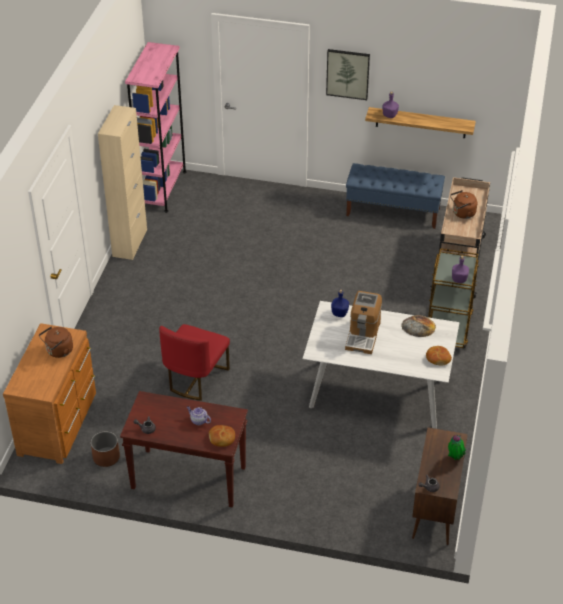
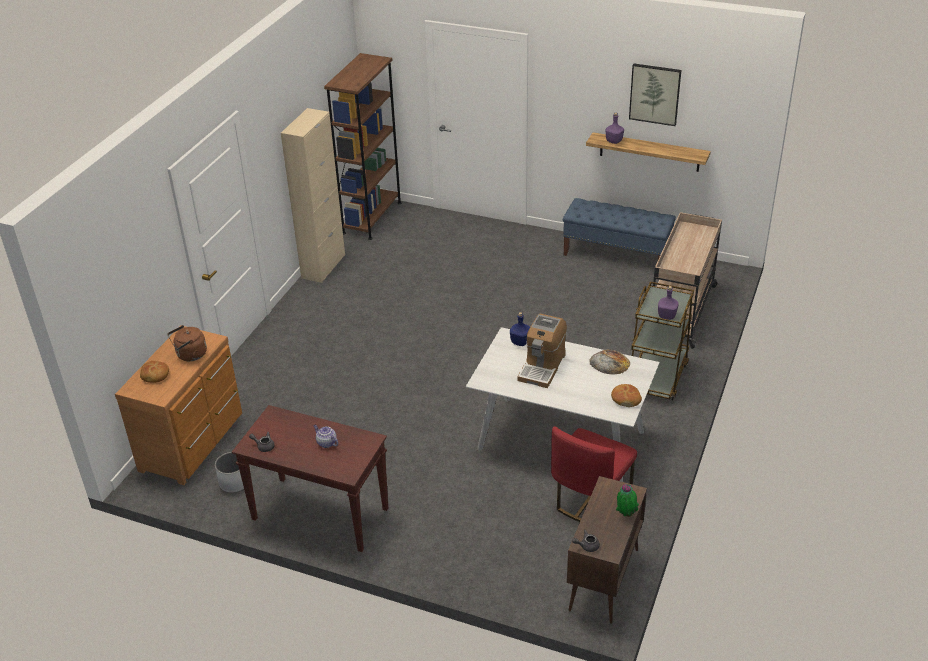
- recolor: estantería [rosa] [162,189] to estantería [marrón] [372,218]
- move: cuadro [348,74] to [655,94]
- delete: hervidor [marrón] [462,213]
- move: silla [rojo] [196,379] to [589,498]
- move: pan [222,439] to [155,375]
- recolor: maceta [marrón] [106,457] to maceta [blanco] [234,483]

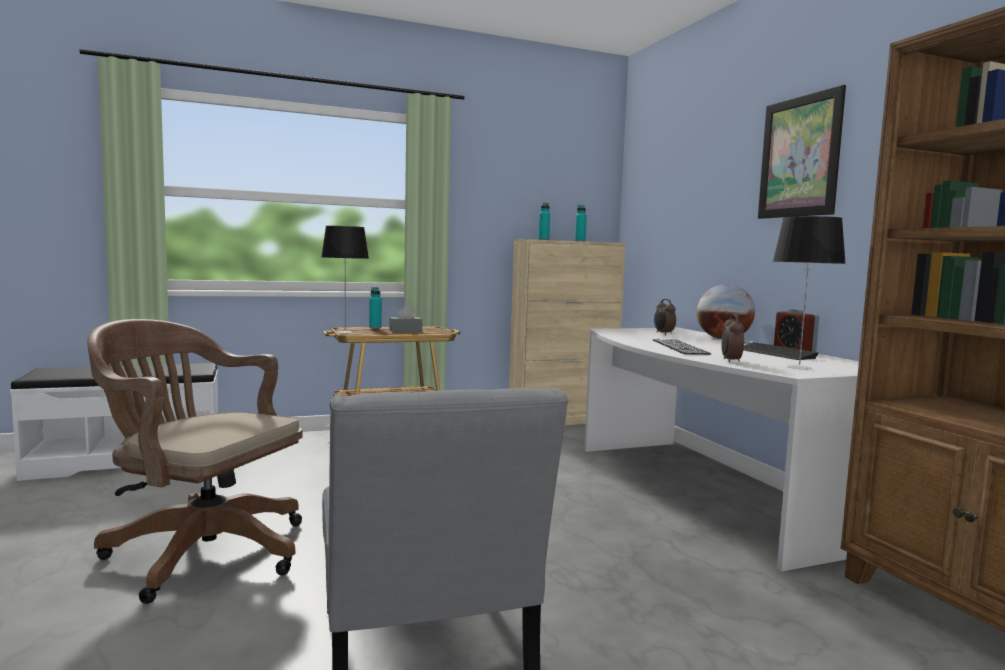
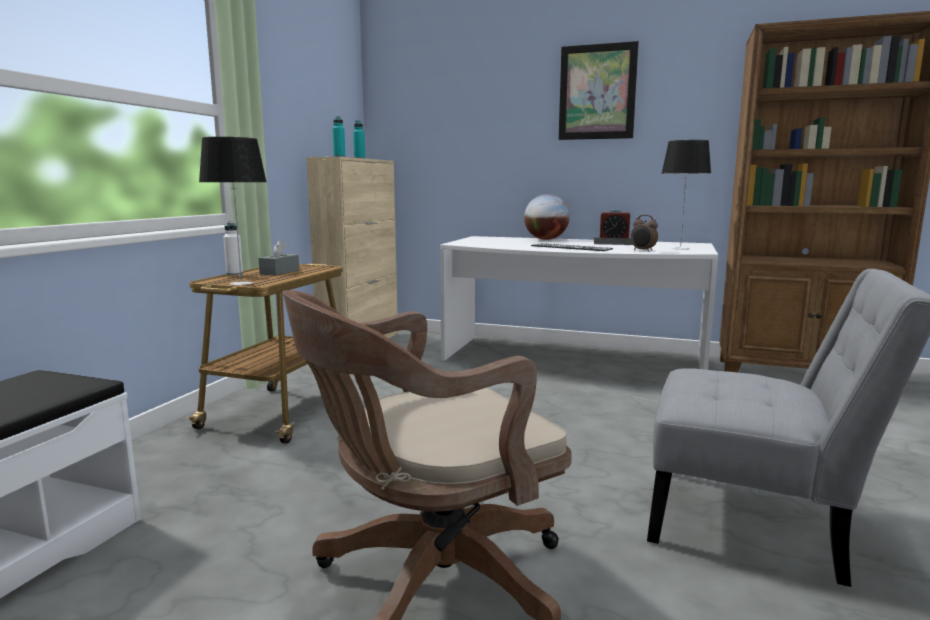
- recolor: botella [turquesa] [375,327] to botella [blanco] [234,274]
- delete: despertador [663,334]

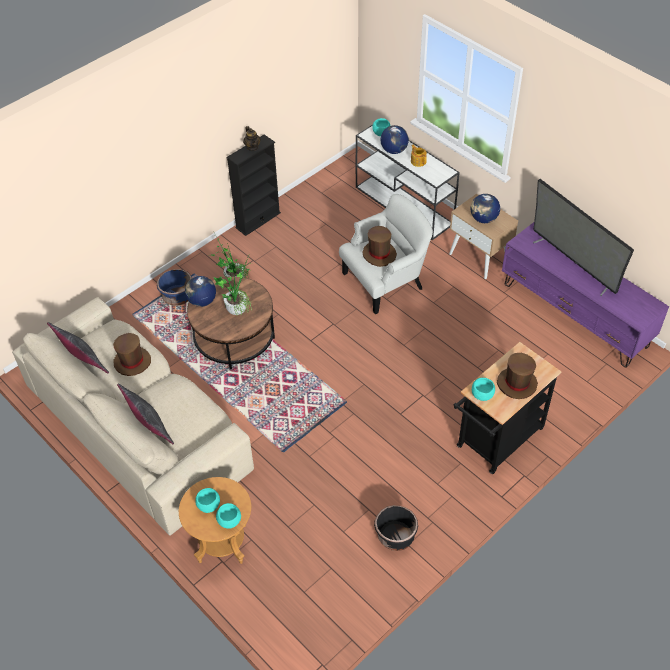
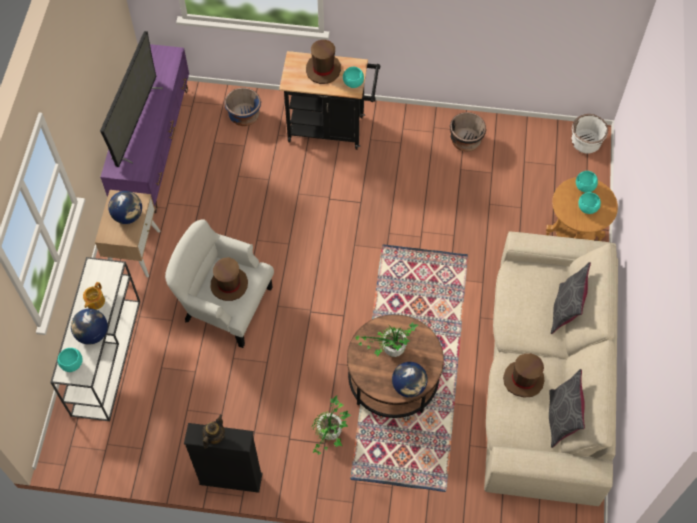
- move: maceta [azul] [177,297] to [244,116]
- insert: maceta [blanco] [585,142]

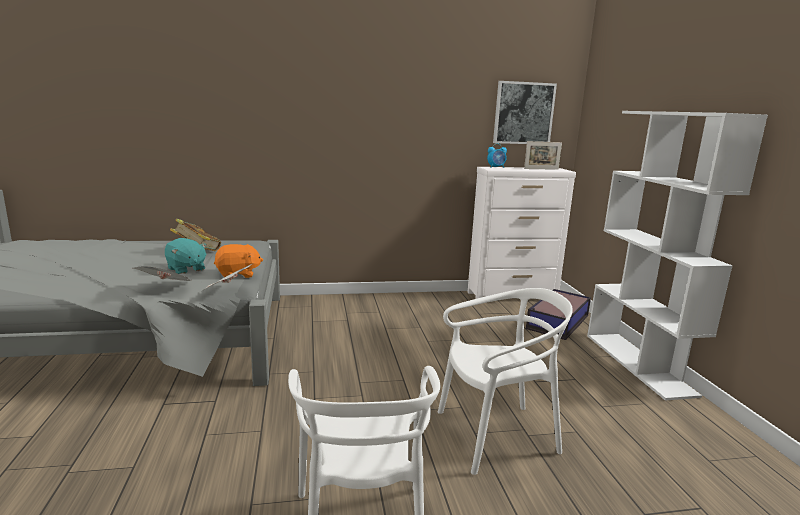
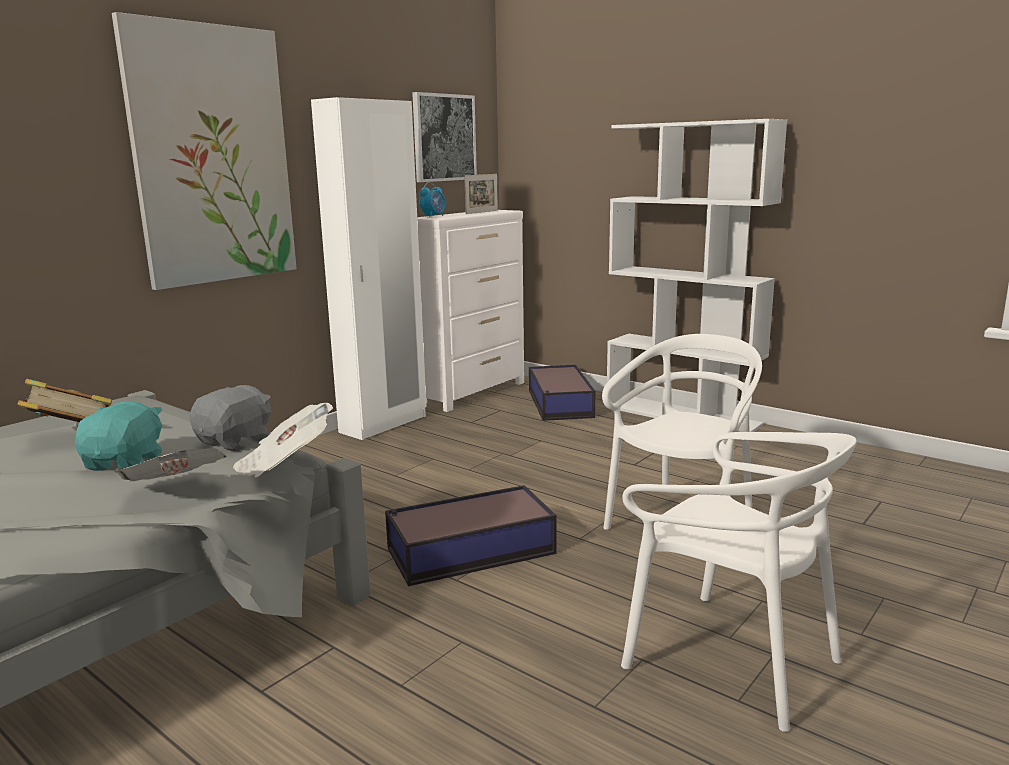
- rotate: peluche [turquesa] [186,269] = [126,462] 90 degrees counterclockwise
- recolor: peluche [naranja] [238,274] to peluche [gris] [236,442]
- insert: cuadro [212,156]
- insert: armario ropero [blanco] [384,424]
- insert: caja de almacenaje [468,551]

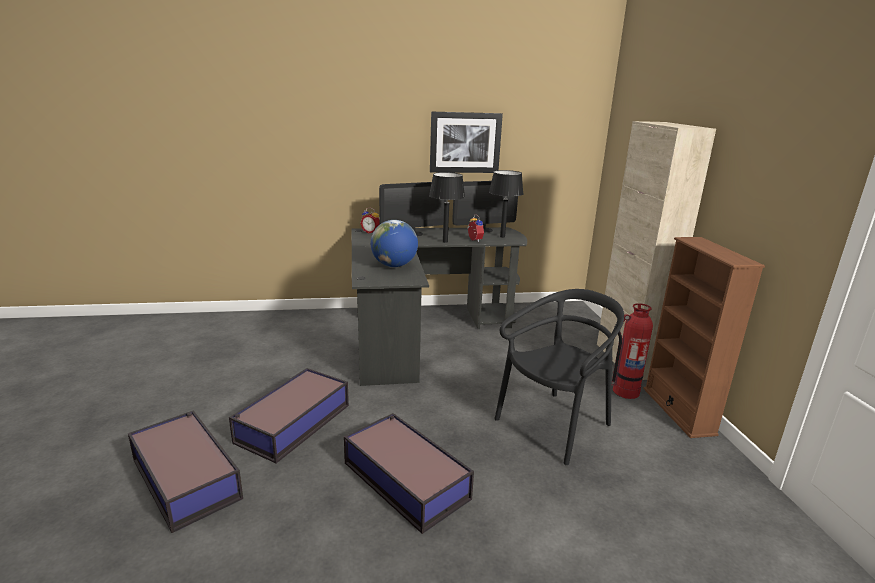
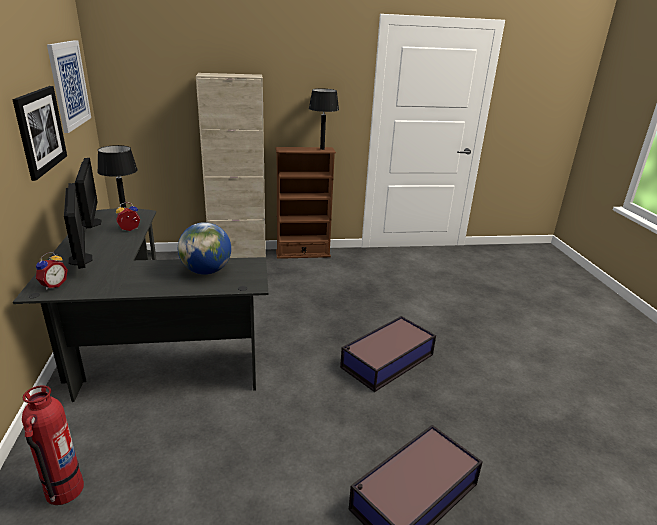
- move: lámpara de mesa [negro] [444,242] to [322,149]
- delete: silla [negro] [554,425]
- move: extintor [625,391] to [63,490]
- delete: caja de almacenaje [292,424]
- insert: cuadro [69,85]

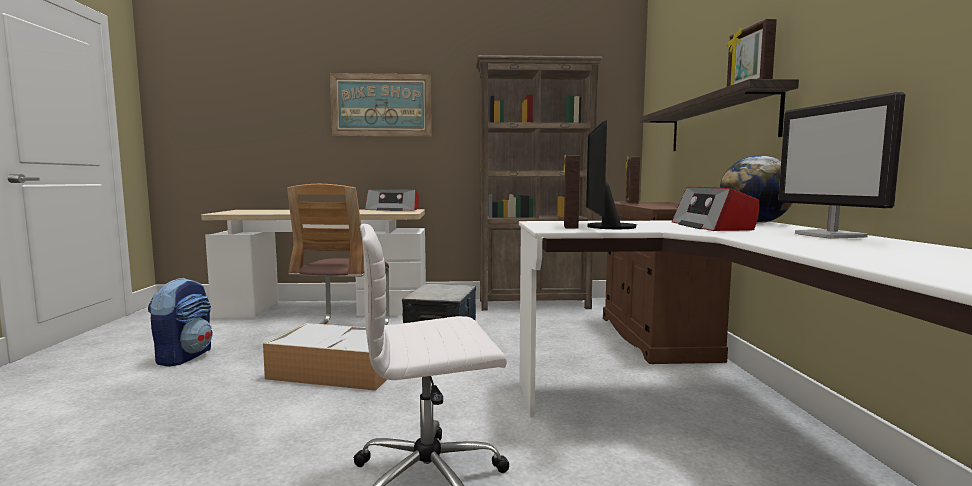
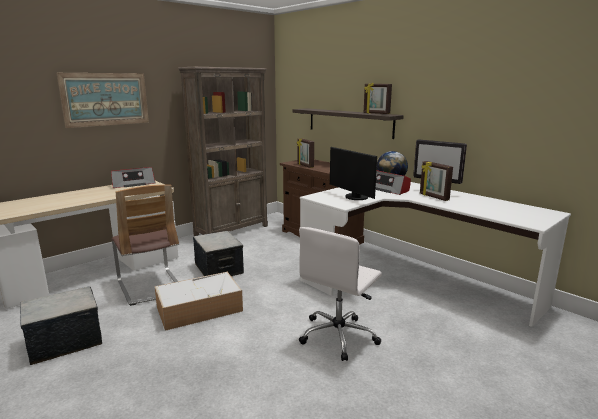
- move: portarretratos [570,226] to [433,197]
- replace: mochila [184,356] to caja de almacenaje [65,341]

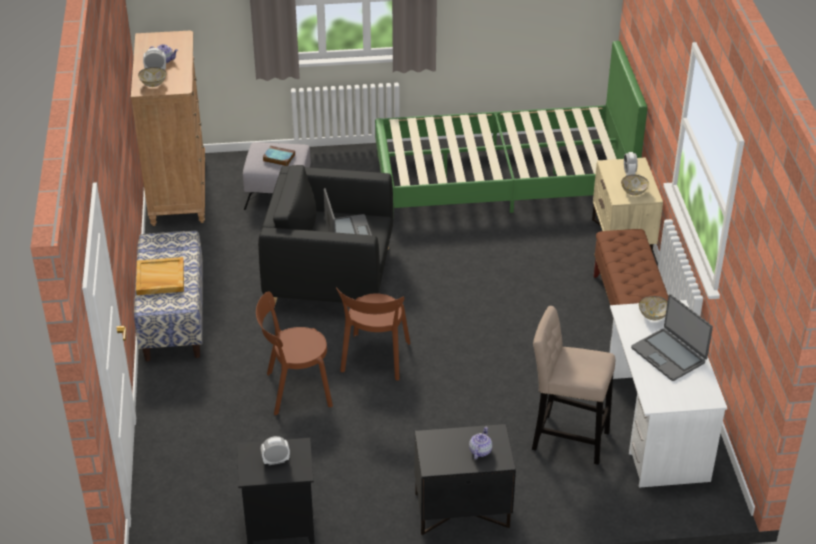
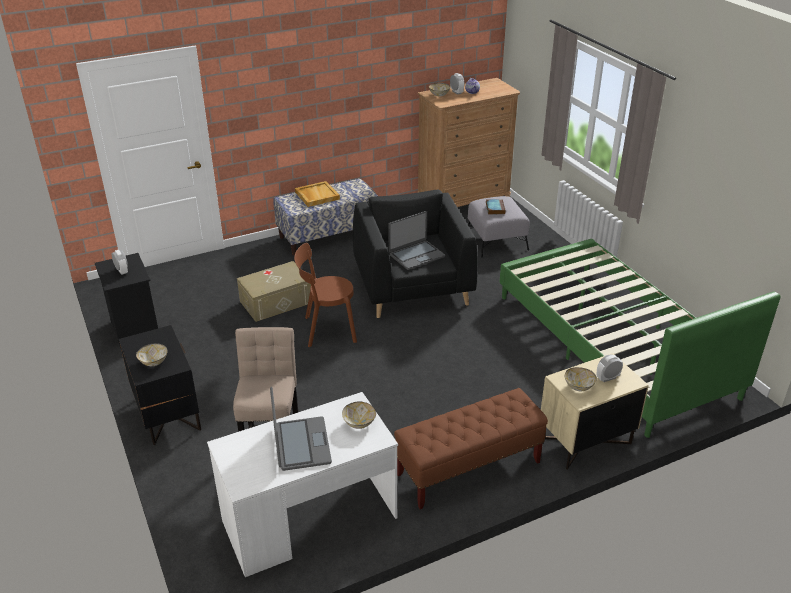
- replace: silla [marrón] [295,390] to caja de almacenaje [beis] [276,302]
- rotate: portátil [669,355] = [301,444] 135 degrees clockwise
- replace: tetera [480,451] to cuenco [153,362]

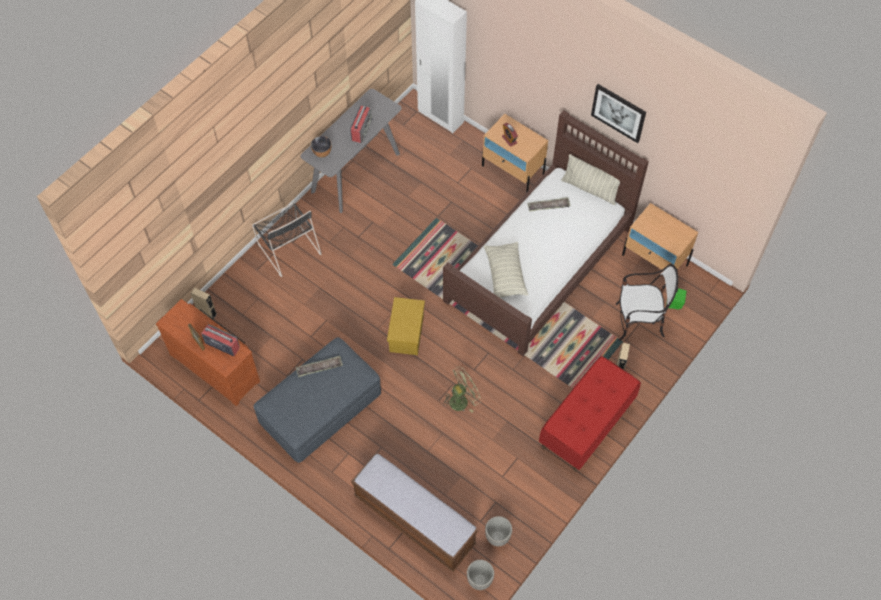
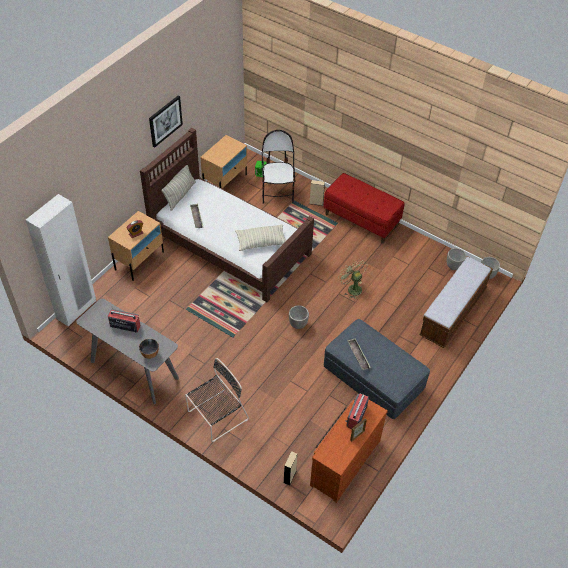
- replace: caja de almacenaje [amarillo] [406,333] to maceta [298,324]

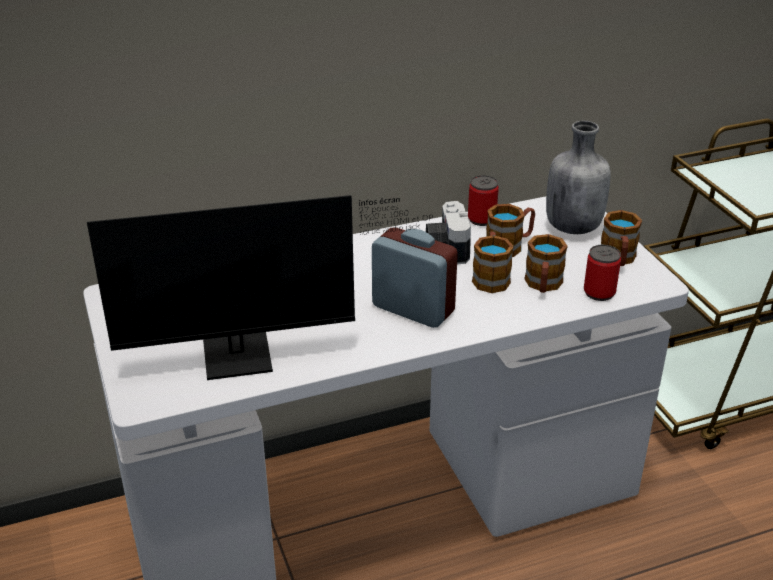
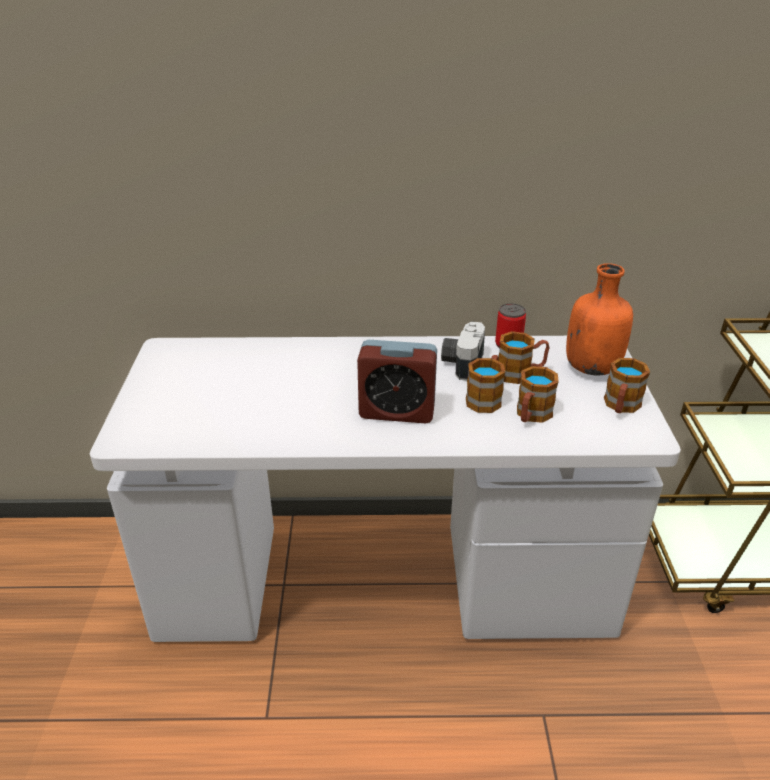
- recolor: botella [gris] [573,227] to botella [naranja] [592,367]
- delete: monitor [250,356]
- rotate: despertador [413,309] = [397,411] 135 degrees clockwise
- delete: lata [599,292]

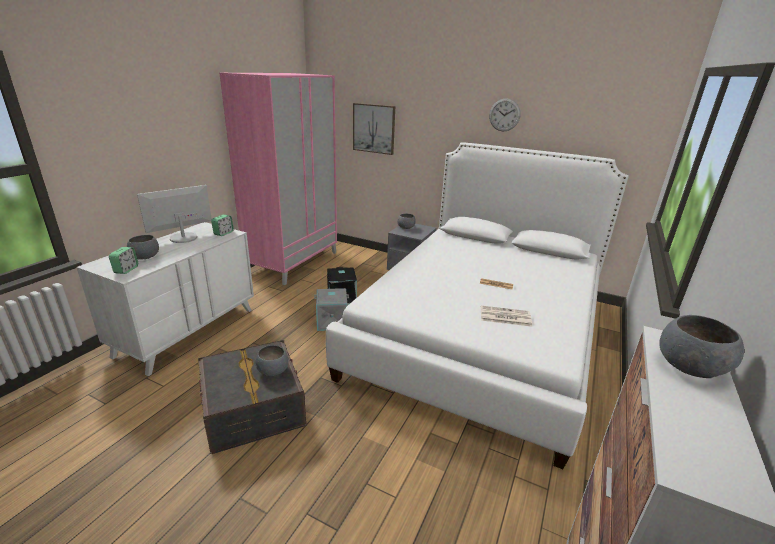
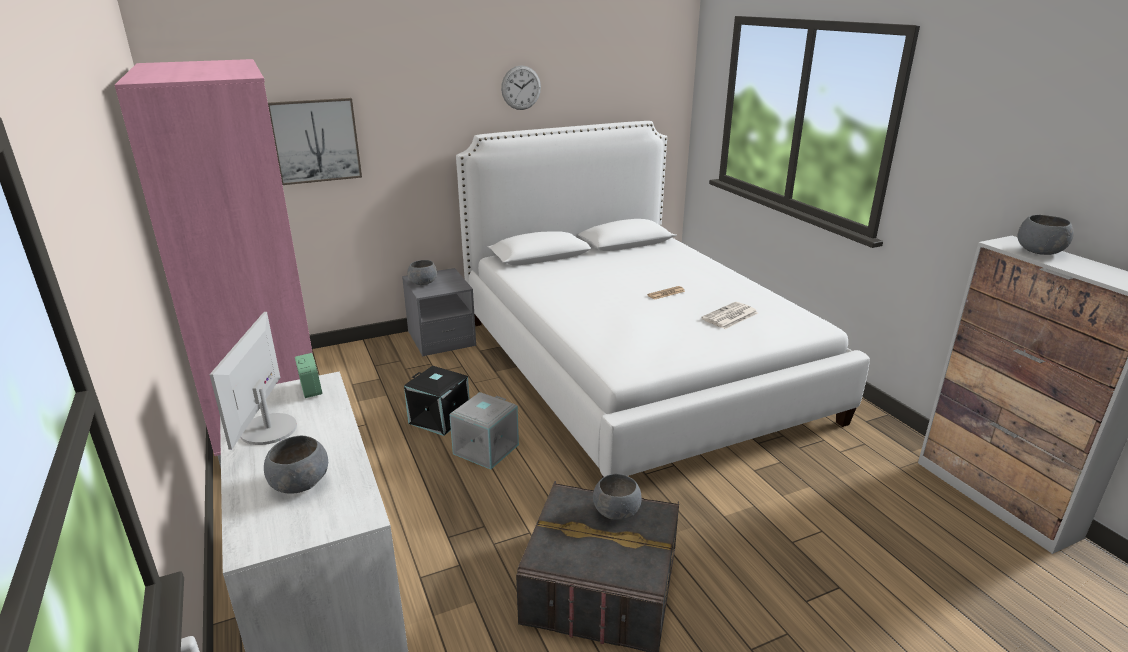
- delete: despertador [126,270]

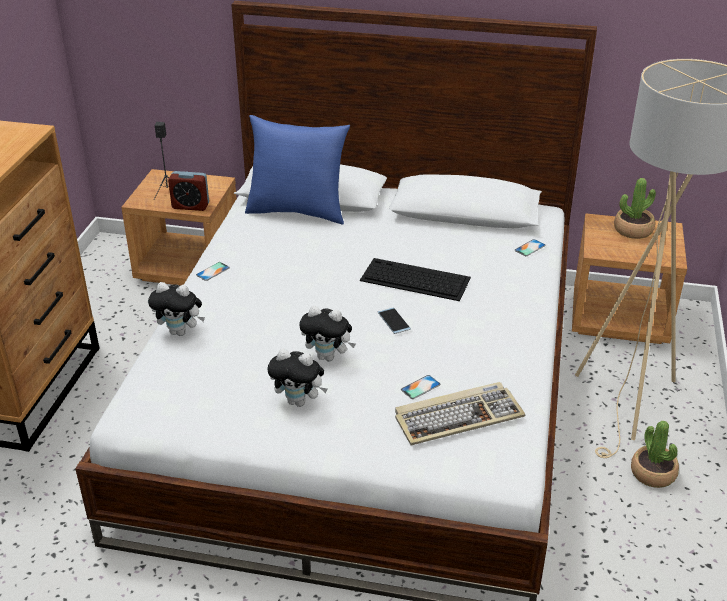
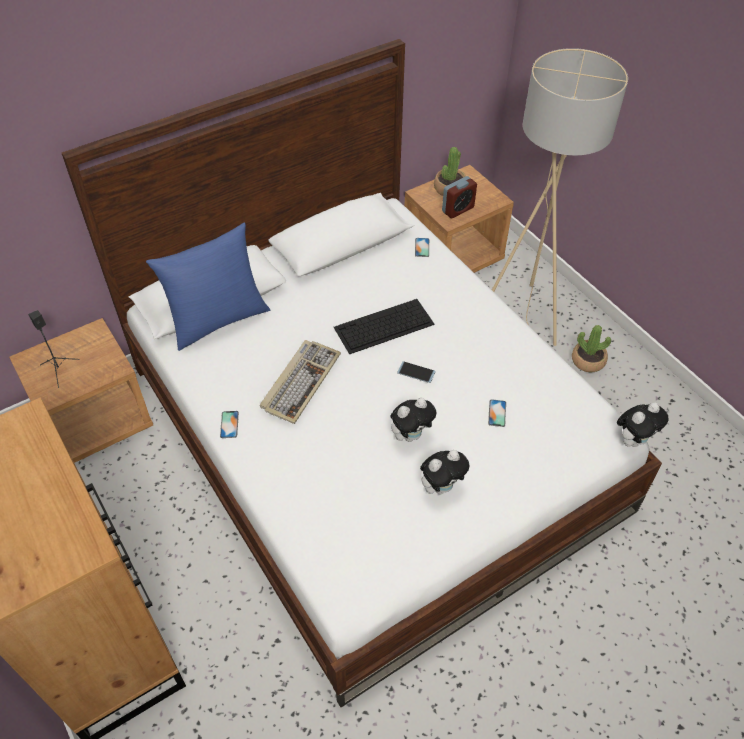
- move: despertador [190,206] to [458,209]
- move: peluche [180,332] to [633,440]
- move: teclado [458,416] to [300,382]

